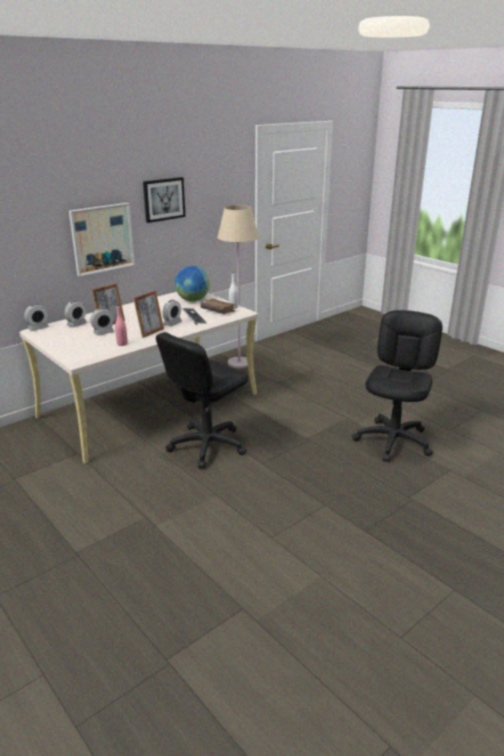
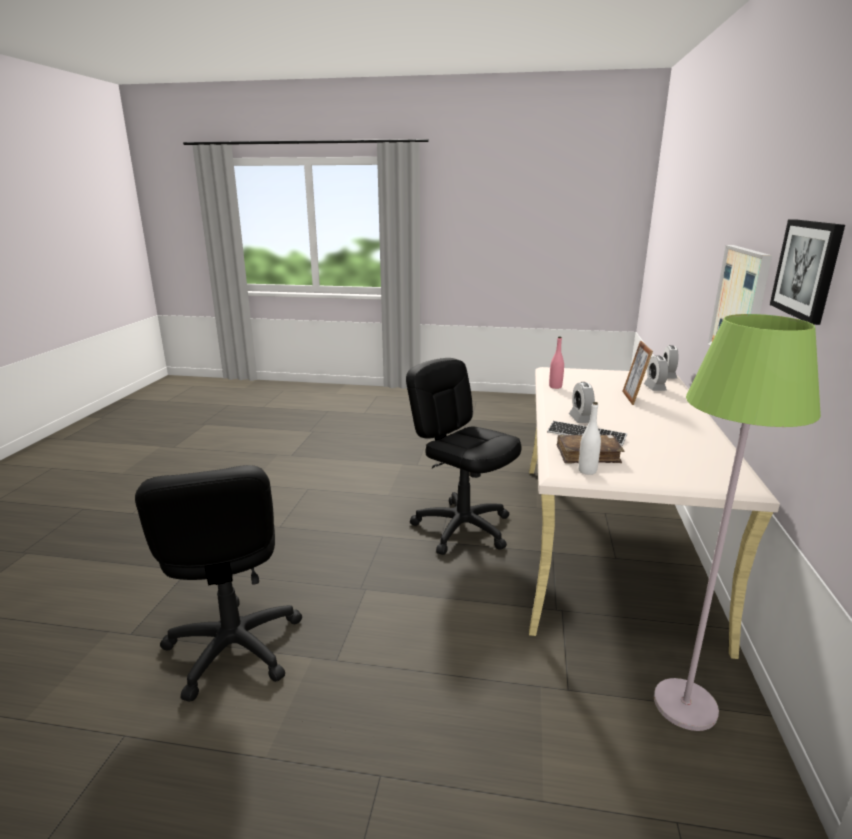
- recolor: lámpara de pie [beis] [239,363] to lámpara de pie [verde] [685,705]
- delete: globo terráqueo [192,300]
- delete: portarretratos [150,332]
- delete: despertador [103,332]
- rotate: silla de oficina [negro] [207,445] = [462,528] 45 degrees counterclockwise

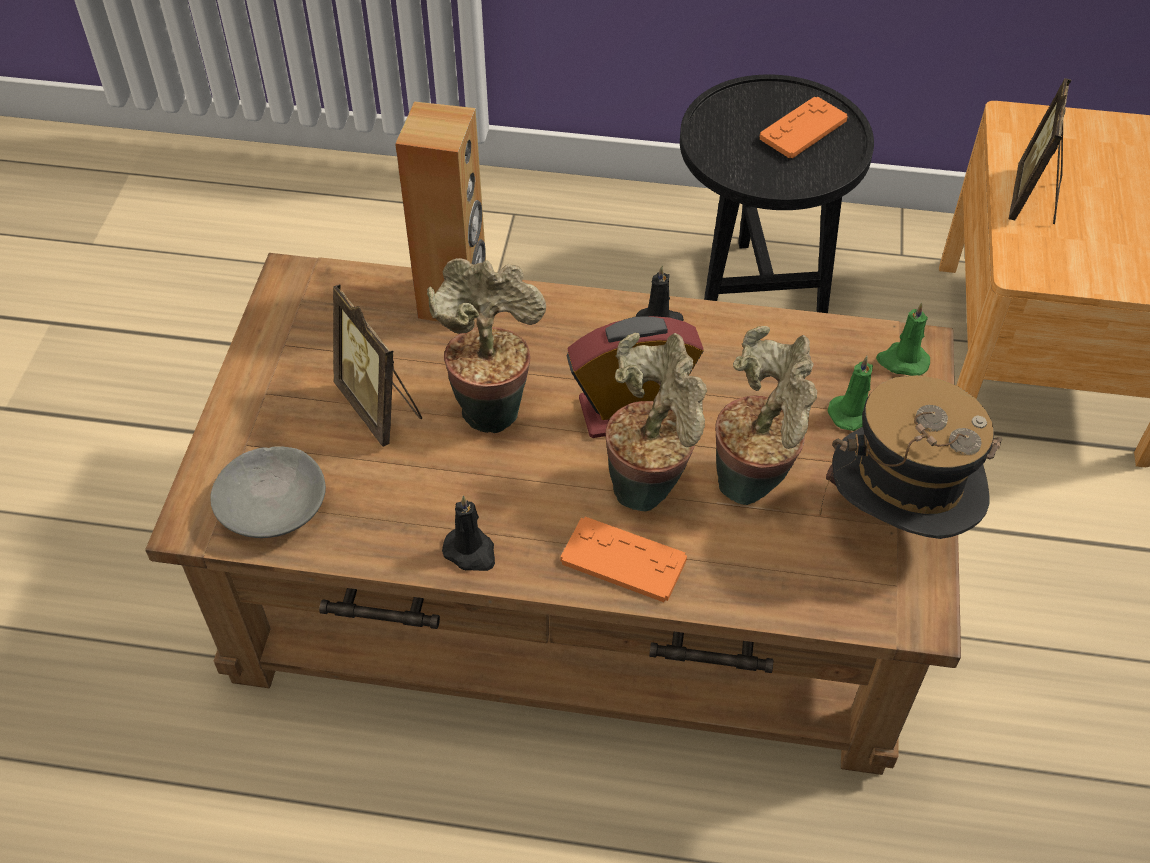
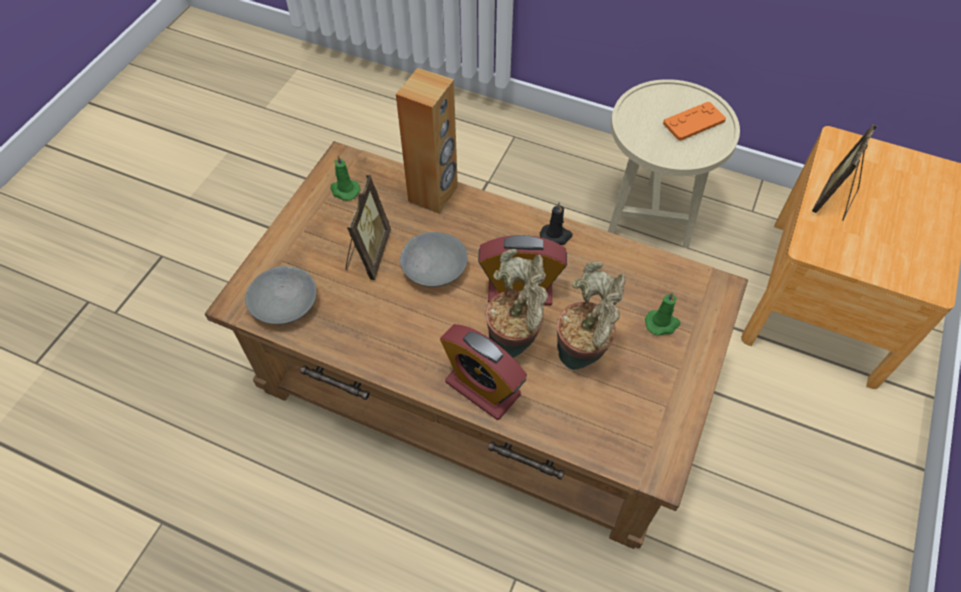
- recolor: mesa auxiliar [negro] [754,290] to mesa auxiliar [beis] [649,215]
- replace: planta en maceta [490,405] to cuenco [gris] [434,267]
- rotate: portarretratos [381,407] = [368,254] 150 degrees counterclockwise
- move: vela [verde] [902,361] to [344,190]
- delete: sombrero [895,524]
- delete: vela [negro] [471,552]
- replace: mando de consola [naranja] [623,560] to despertador [482,388]

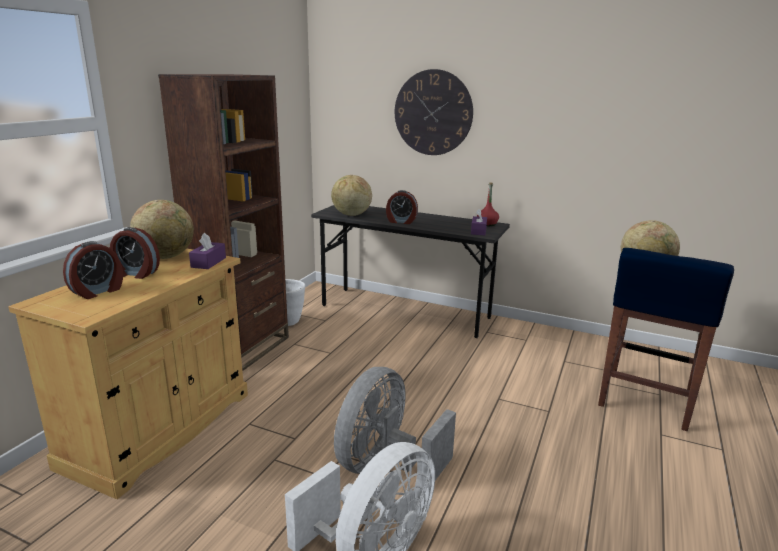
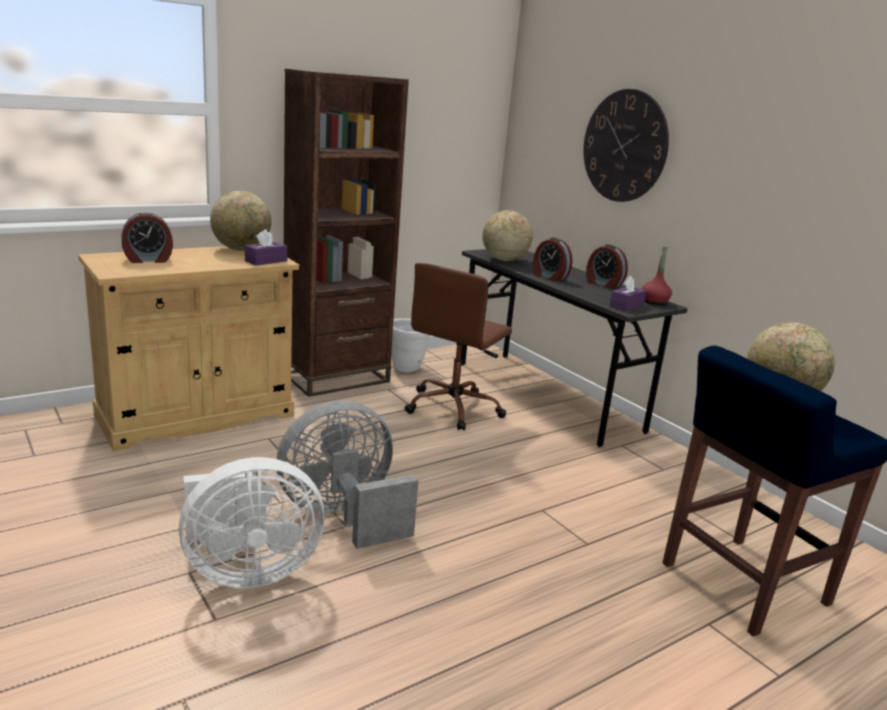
- move: despertador [135,273] to [603,284]
- insert: silla de oficina [marrón] [454,408]

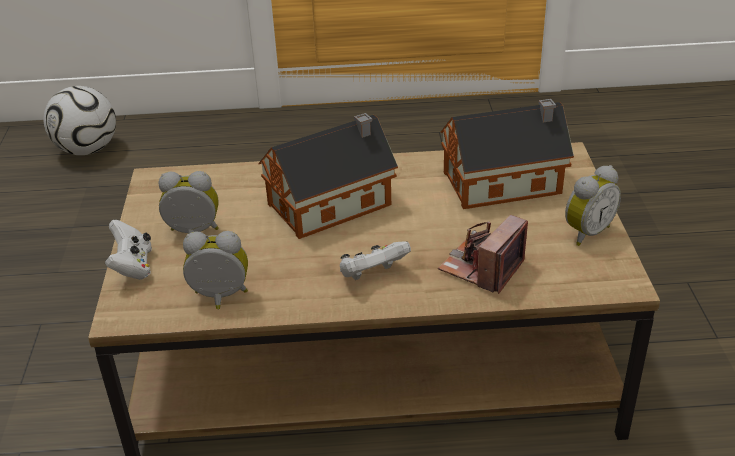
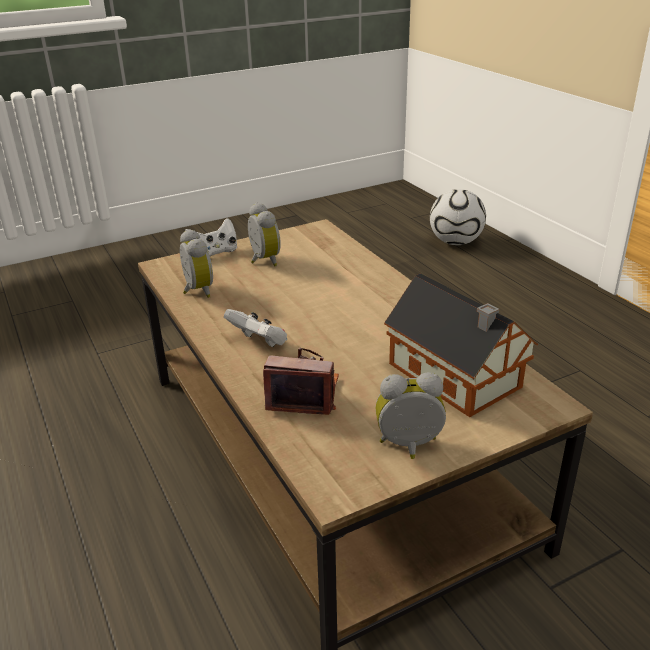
- delete: casita [334,203]
- rotate: despertador [586,232] = [409,447] 150 degrees clockwise

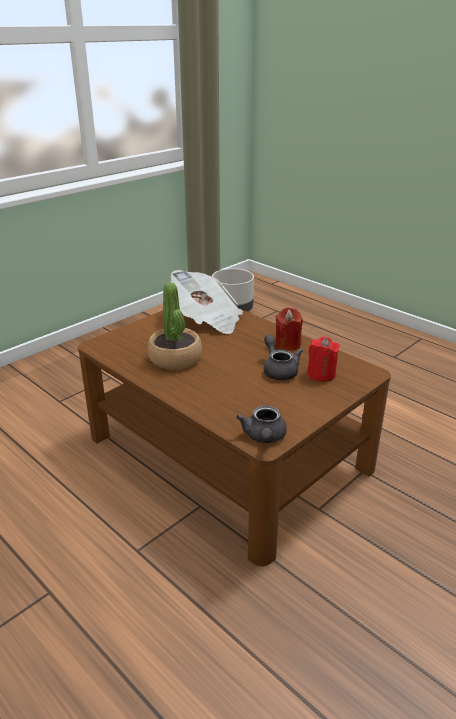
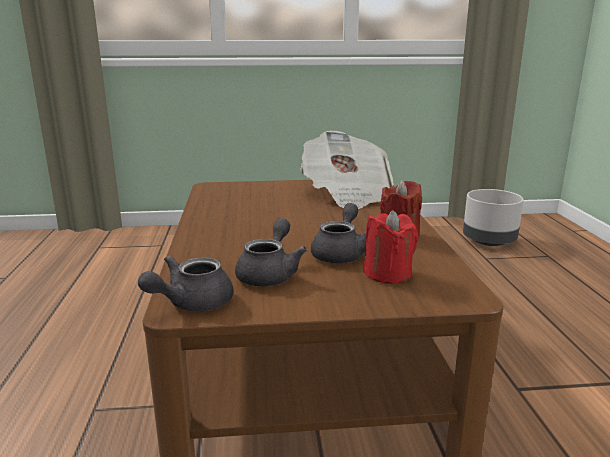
- delete: planta en maceta [175,358]
- insert: tetera [gris] [270,274]

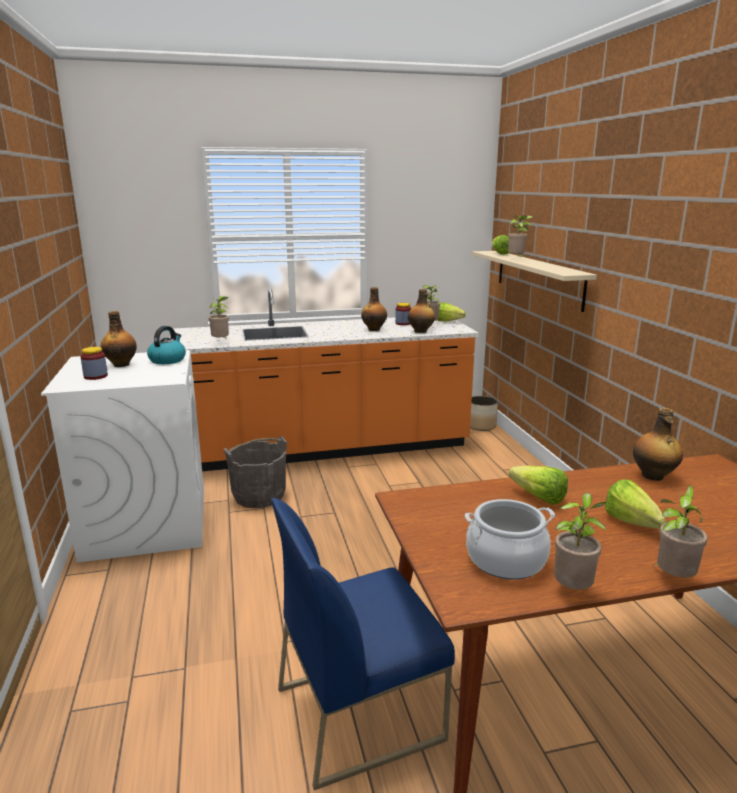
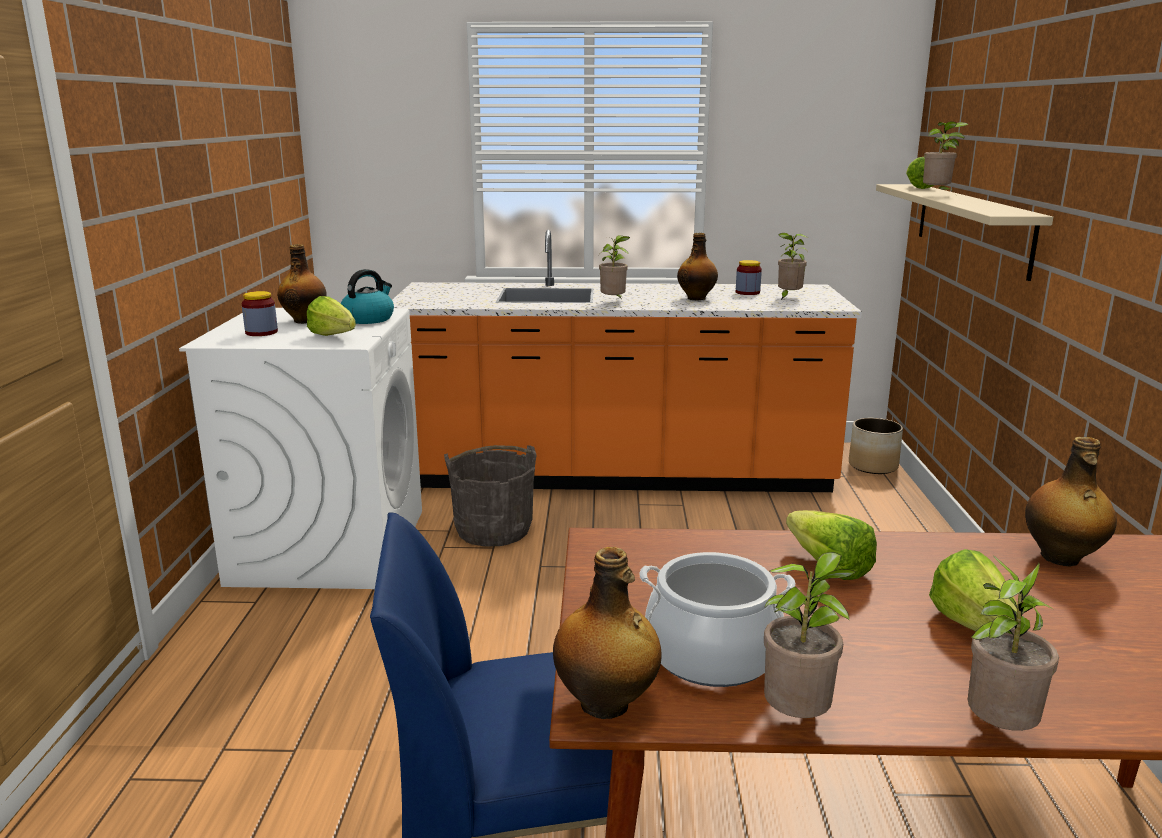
- move: botella [421,331] to [606,704]
- move: planta en maceta [221,342] to [614,302]
- move: lechuga [450,322] to [335,337]

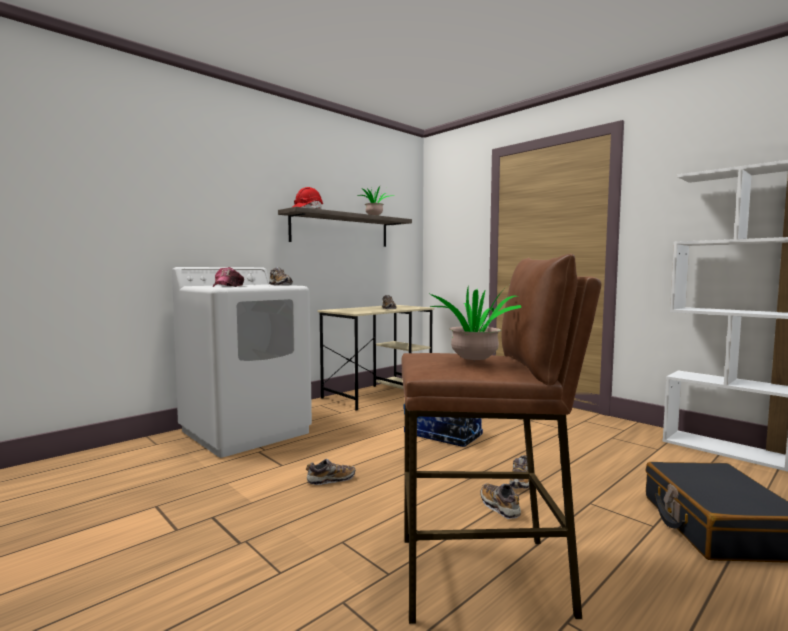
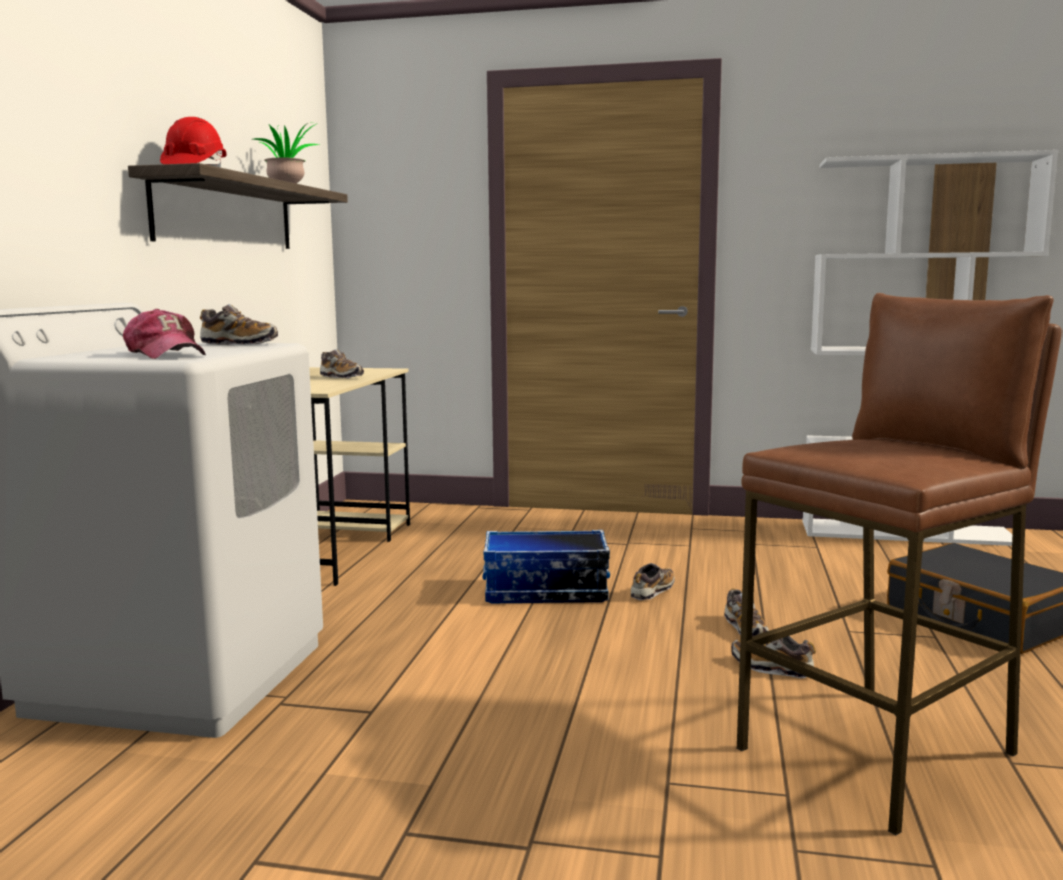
- delete: planta en maceta [475,363]
- move: zapato [330,480] to [652,592]

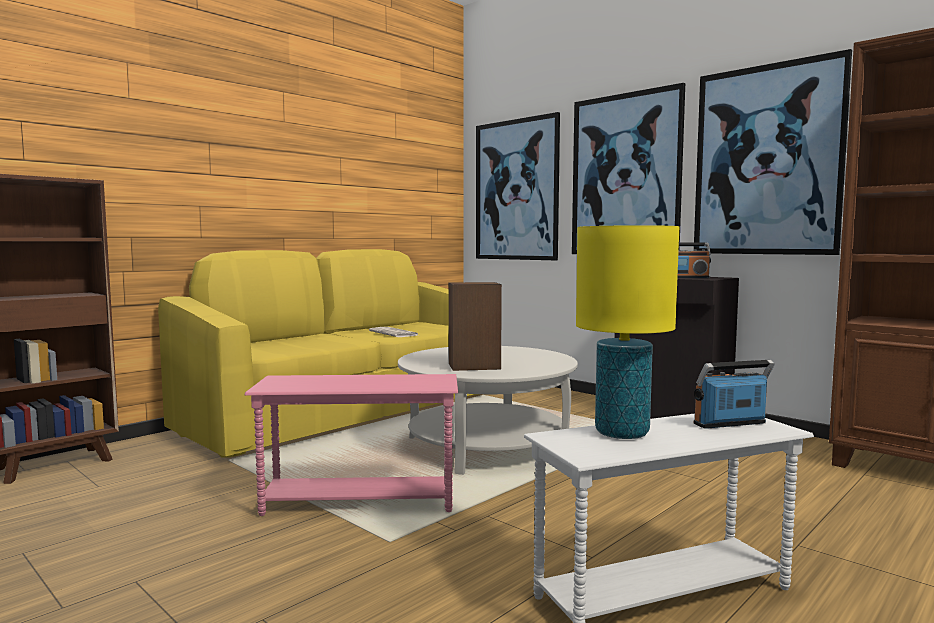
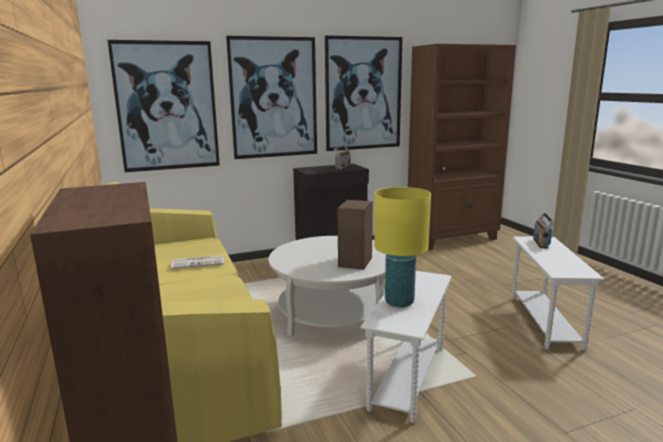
- move: lámpara de mesa [amarillo] [621,433] to [399,302]
- recolor: mesa auxiliar [rosa] [359,501] to mesa auxiliar [blanco] [407,377]

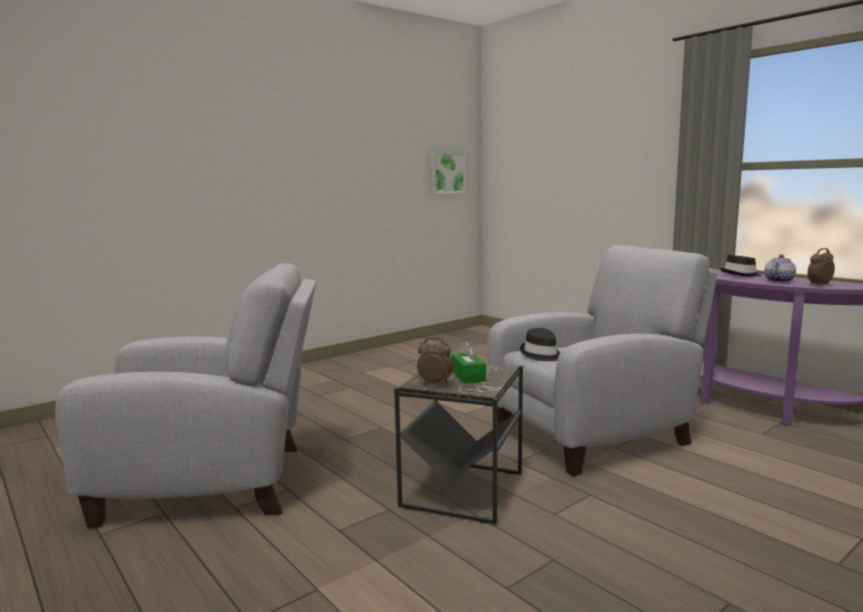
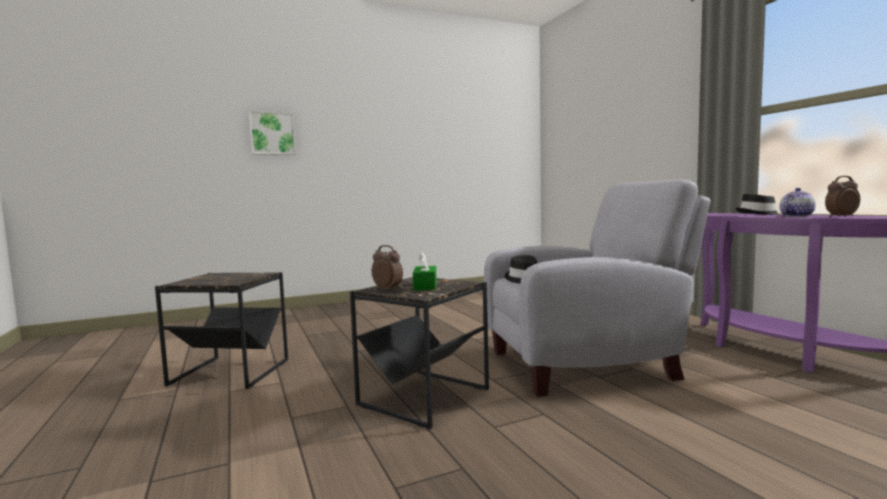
- move: cuadro [446,173] to [272,133]
- replace: sillón [gris] [213,484] to mesa auxiliar [negro] [231,373]

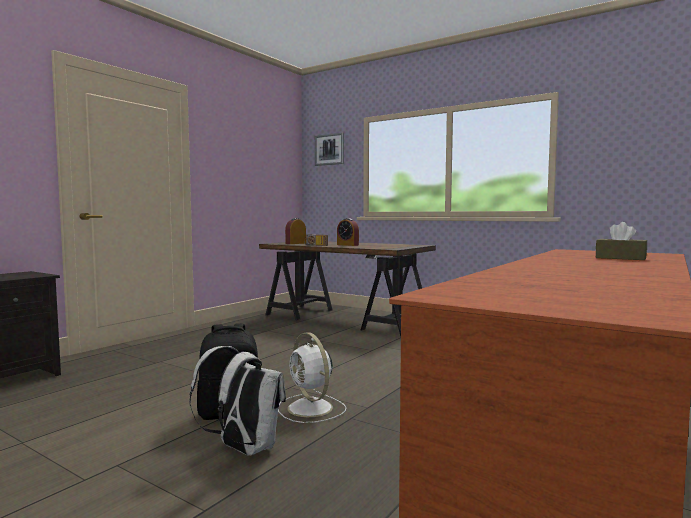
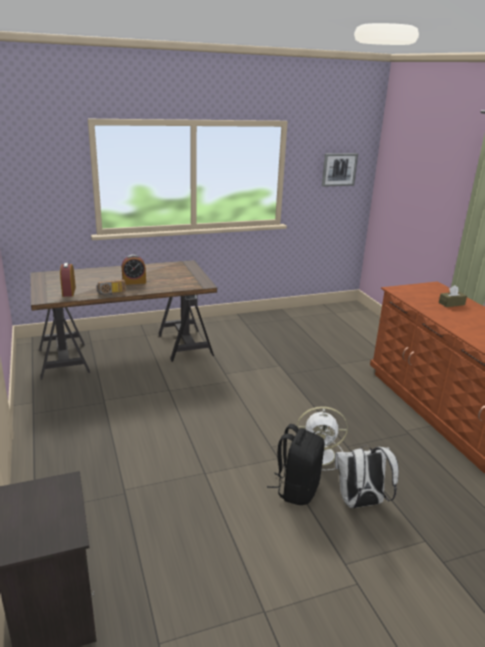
- move: cuadro [329,149] to [339,169]

